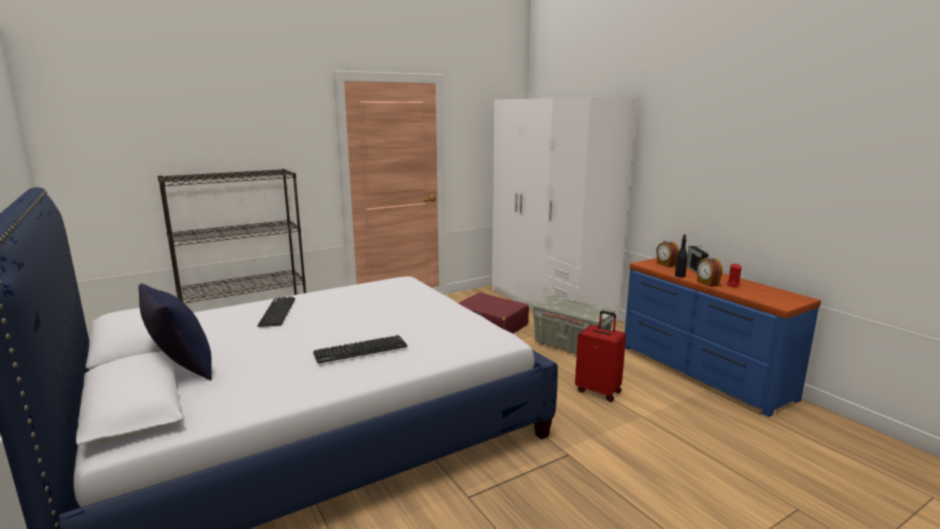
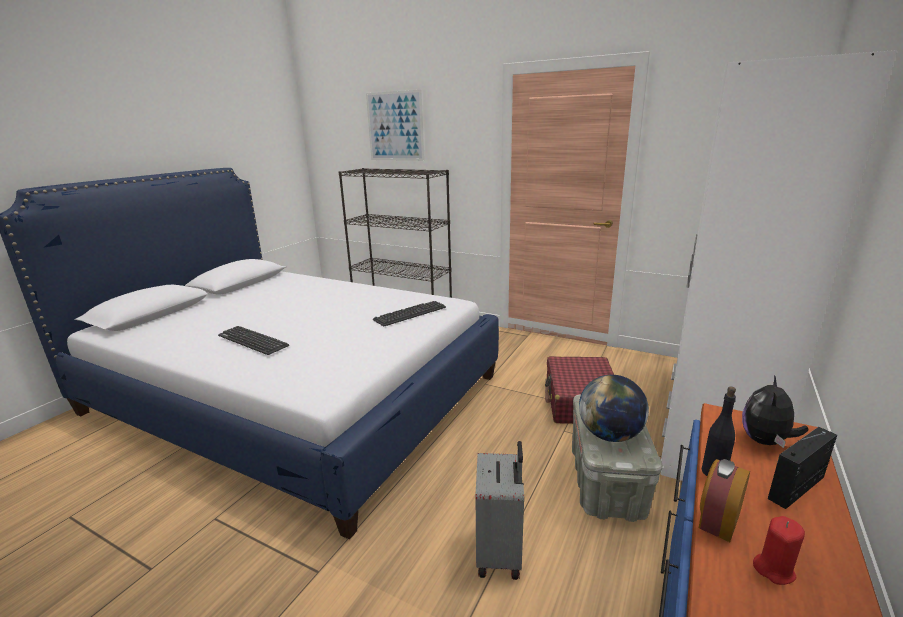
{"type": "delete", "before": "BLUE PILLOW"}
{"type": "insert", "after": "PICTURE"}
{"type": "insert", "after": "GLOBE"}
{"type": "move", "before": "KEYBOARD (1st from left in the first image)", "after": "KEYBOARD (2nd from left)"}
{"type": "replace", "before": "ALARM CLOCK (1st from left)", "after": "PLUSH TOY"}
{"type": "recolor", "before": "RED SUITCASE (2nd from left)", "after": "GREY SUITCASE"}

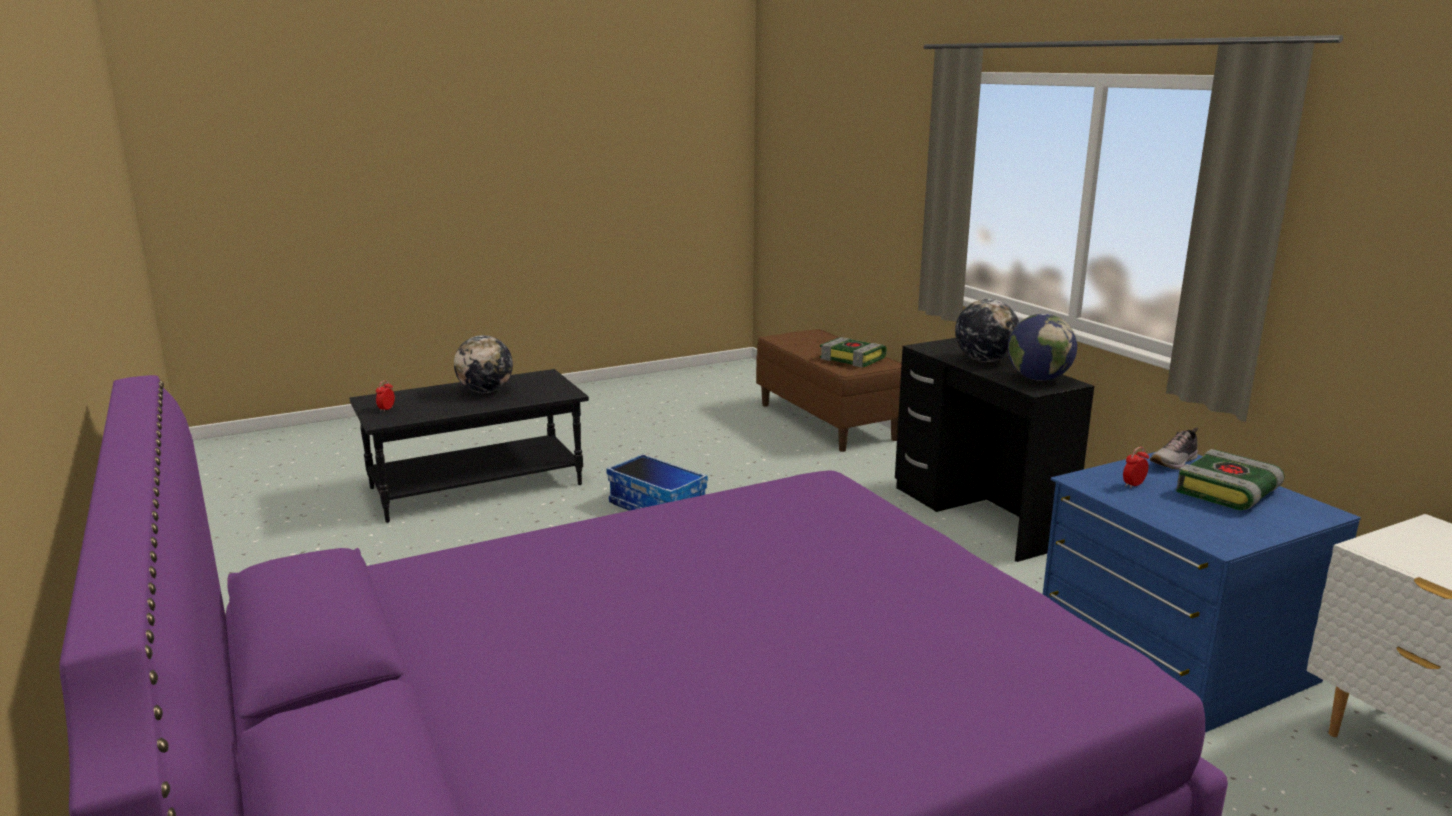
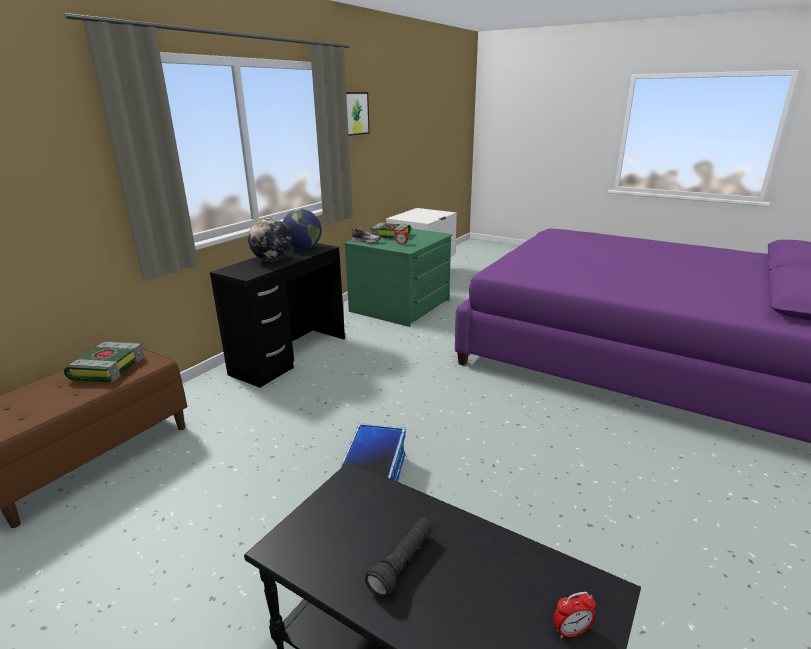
{"type": "insert", "after": "PICTURE"}
{"type": "replace", "before": "GLOBE (1st from left)", "after": "BLACK FLASHLIGHT"}
{"type": "recolor", "before": "BLUE DRESSER", "after": "GREEN DRESSER"}

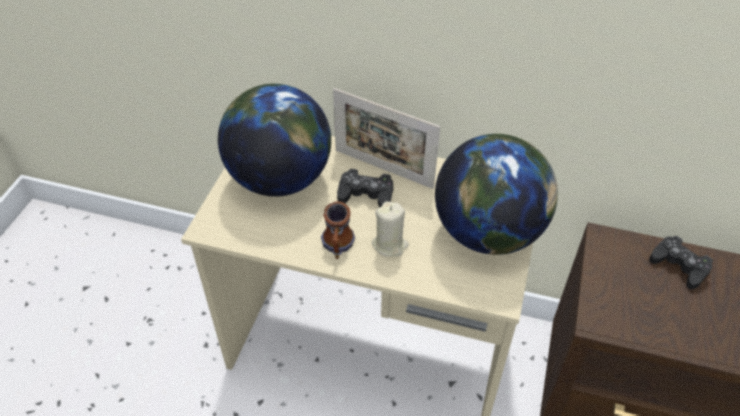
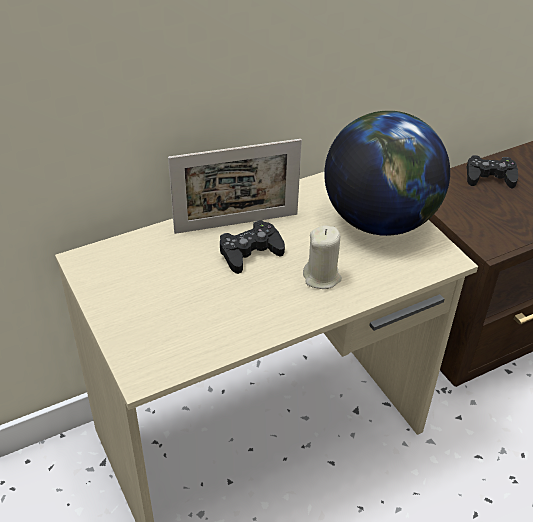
{"type": "delete", "before": "GLOBE (1st from left)"}
{"type": "delete", "before": "MUG"}

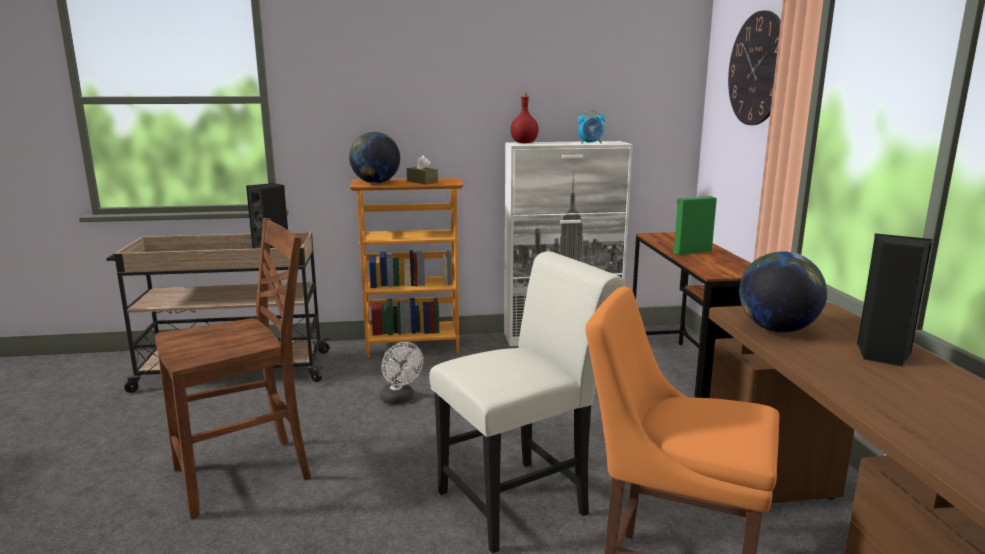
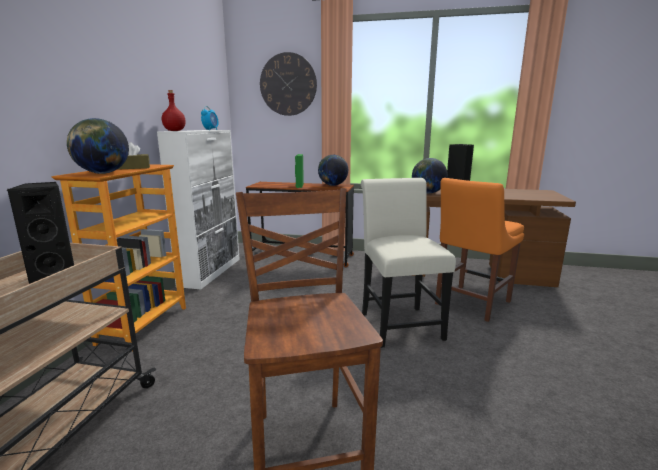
{"type": "delete", "before": "WHITE FAN"}
{"type": "insert", "after": "GLOBE (2nd from left)"}

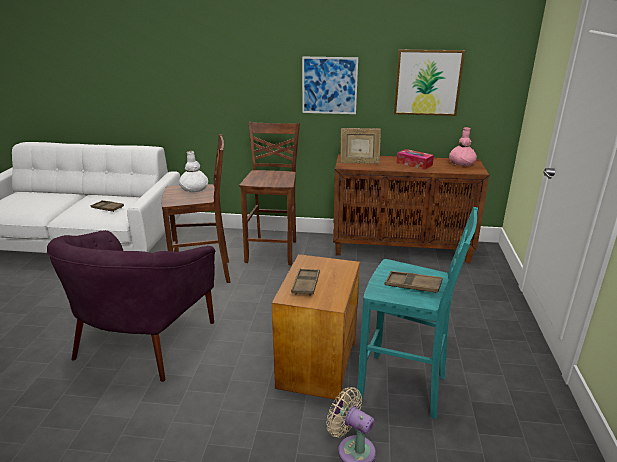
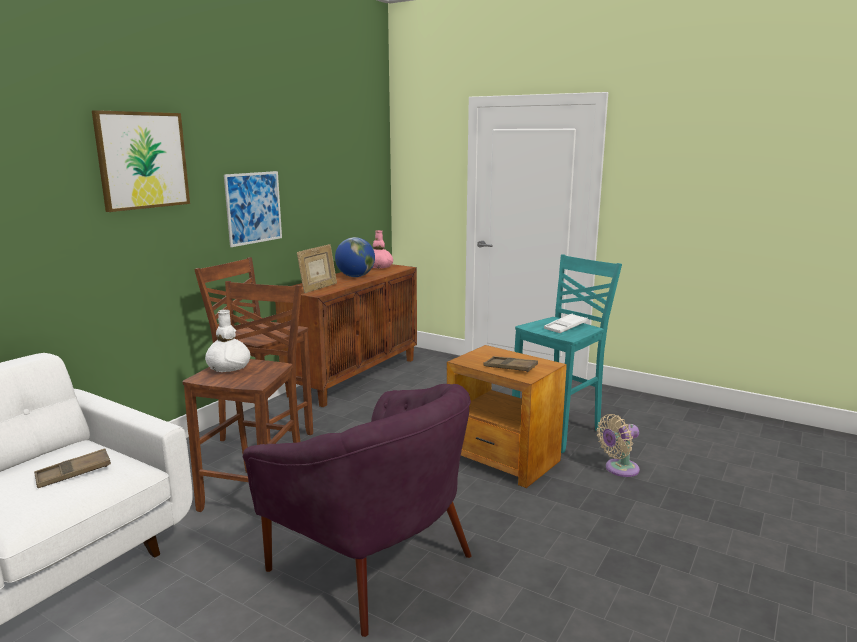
{"type": "move", "before": "PICTURE (2nd from left in the first image)", "after": "PICTURE (1st from left)"}
{"type": "replace", "before": "TISSUE BOX", "after": "GLOBE"}
{"type": "recolor", "before": "BROWN TRAY (3rd from left)", "after": "WHITE TRAY"}

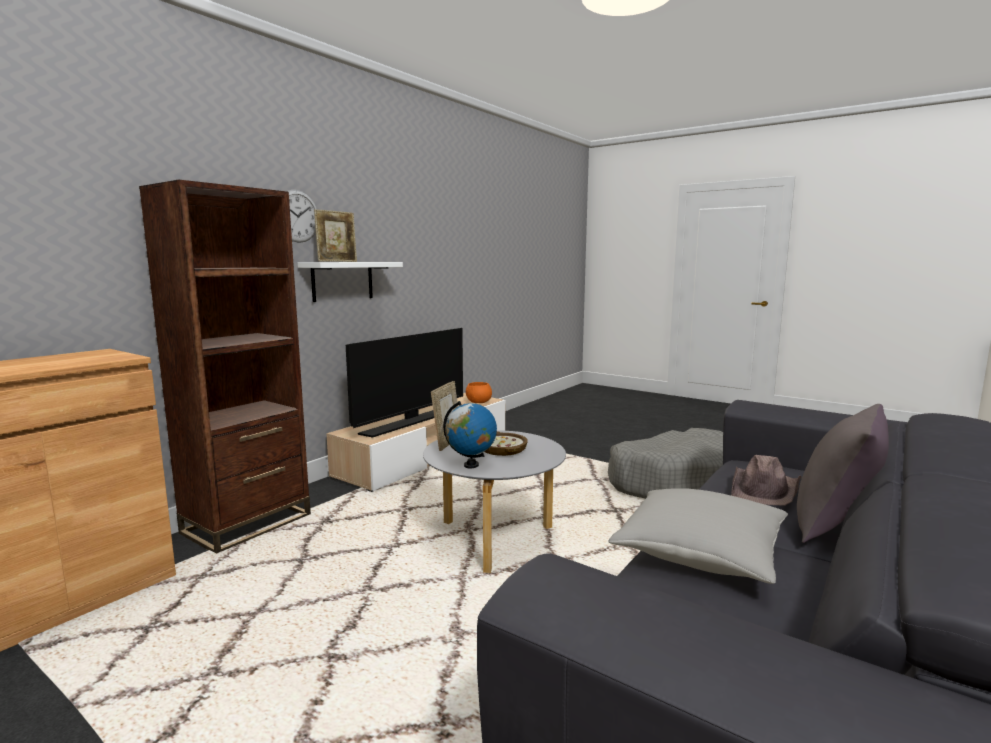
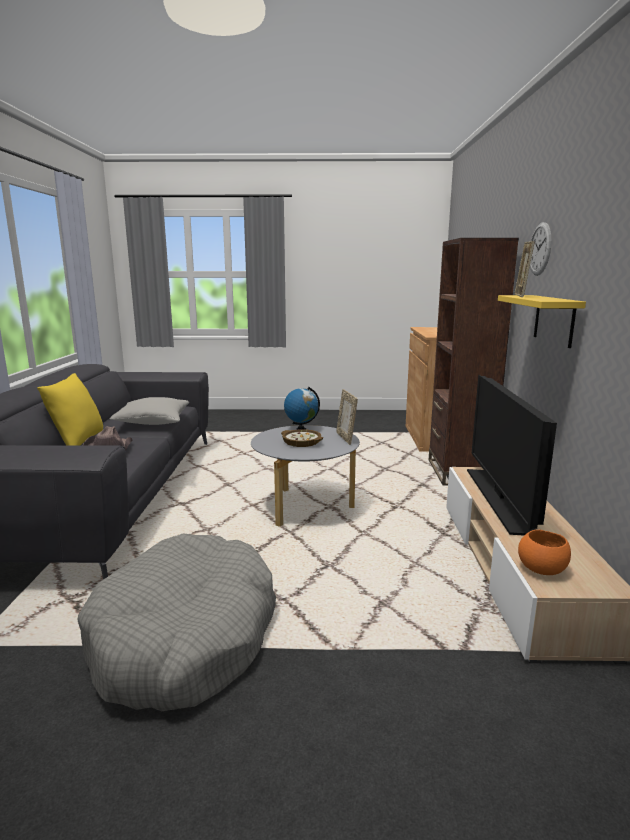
{"type": "recolor", "before": "WHITE SHELF", "after": "YELLOW SHELF"}
{"type": "recolor", "before": "GREY PILLOW (2nd from left)", "after": "YELLOW PILLOW"}

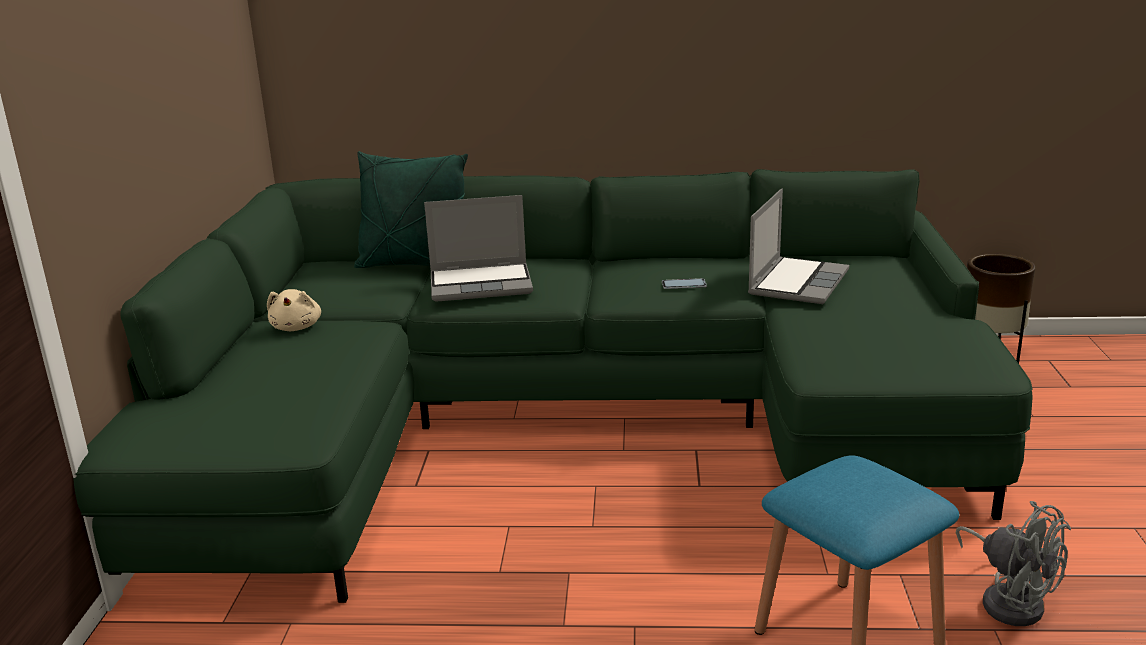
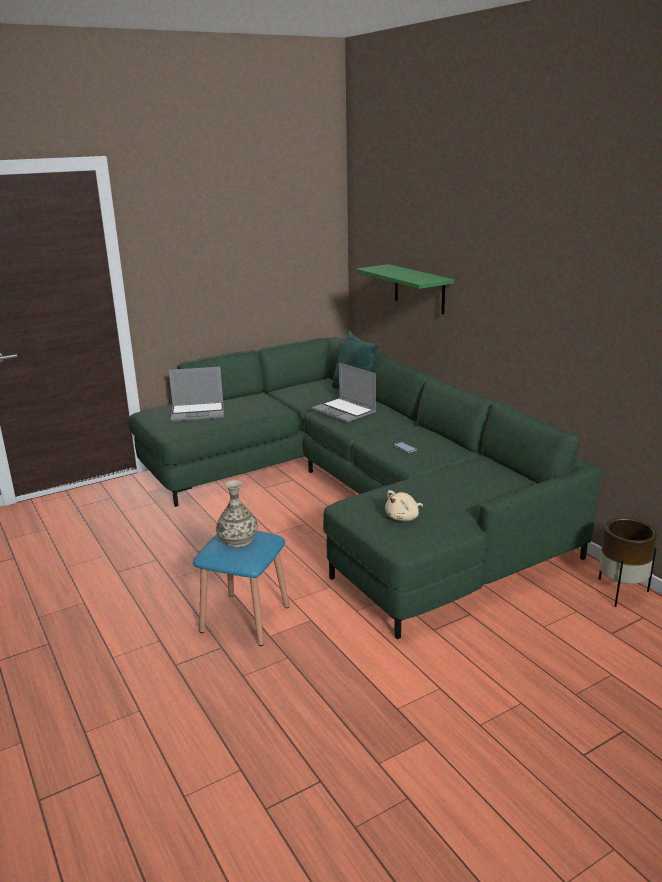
{"type": "delete", "before": "GREY FAN"}
{"type": "insert", "after": "VASE"}
{"type": "insert", "after": "GREEN SHELF"}
{"type": "move", "before": "BEIGE PLUSH TOY"}
{"type": "move", "before": "LAPTOP (2nd from left in the first image)", "after": "LAPTOP (1st from left)"}

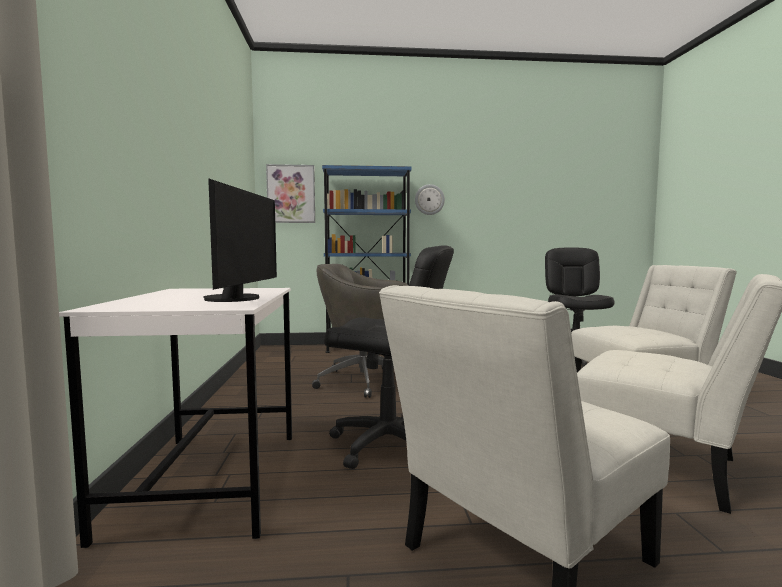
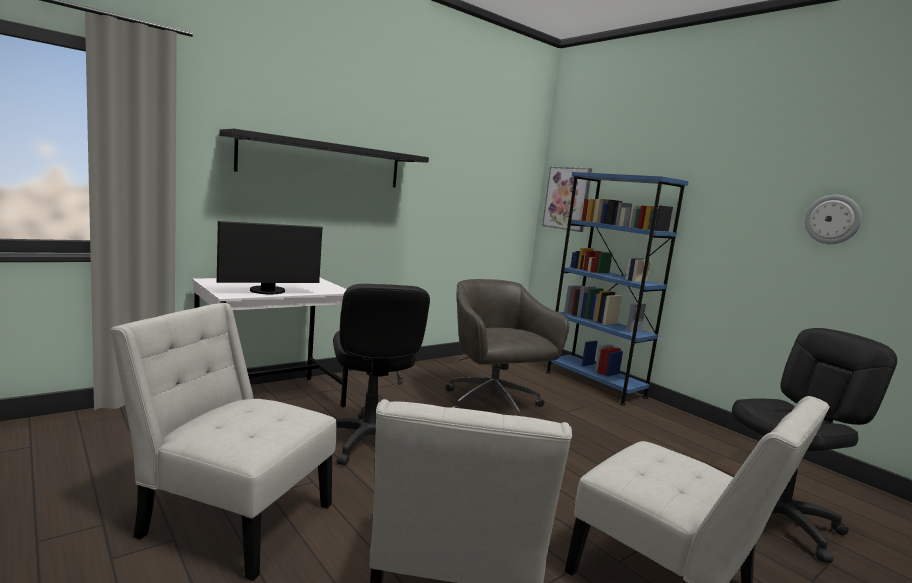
{"type": "insert", "after": "BLACK SHELF"}
{"type": "move", "before": "WALL CLOCK"}

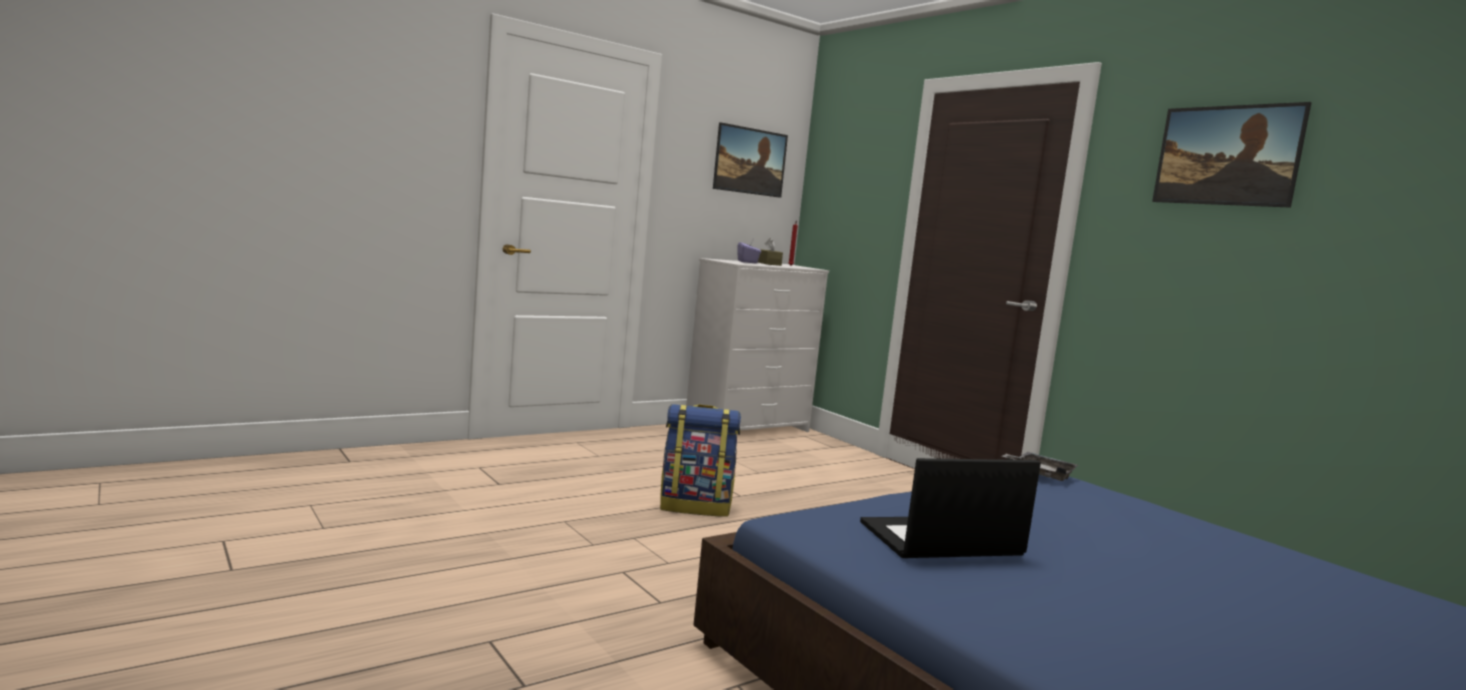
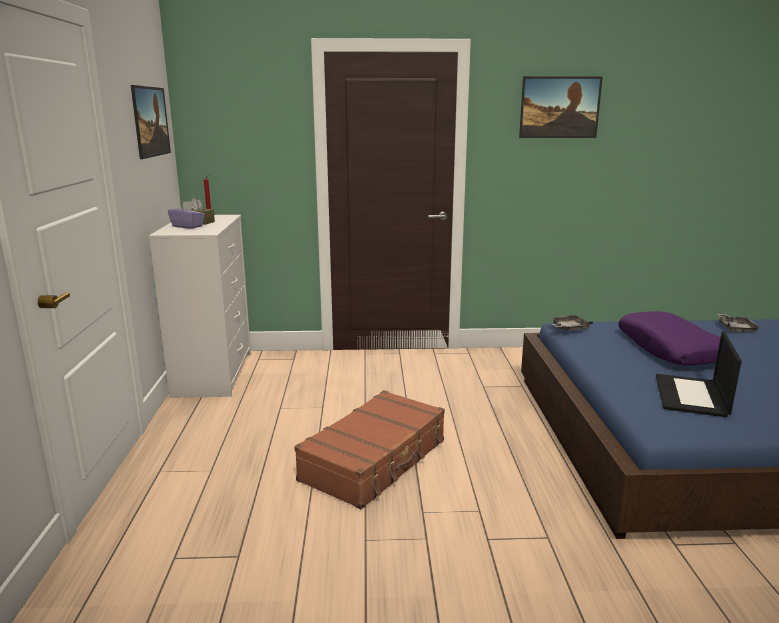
{"type": "insert", "after": "PURPLE PILLOW"}
{"type": "insert", "after": "GREY TRAY (2nd from left)"}
{"type": "replace", "before": "BACKPACK", "after": "BROWN SUITCASE"}

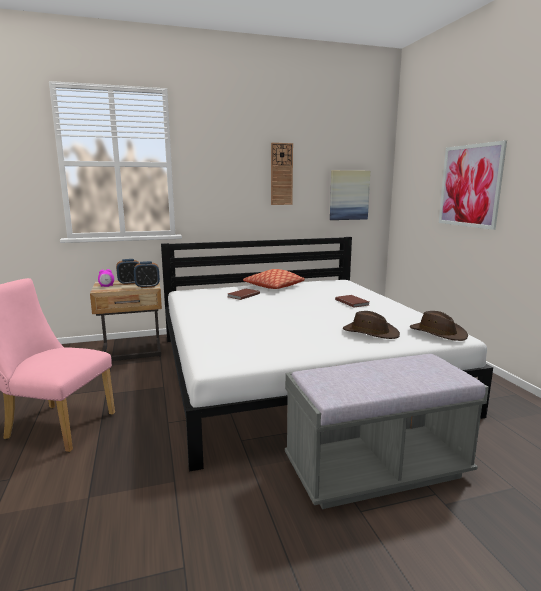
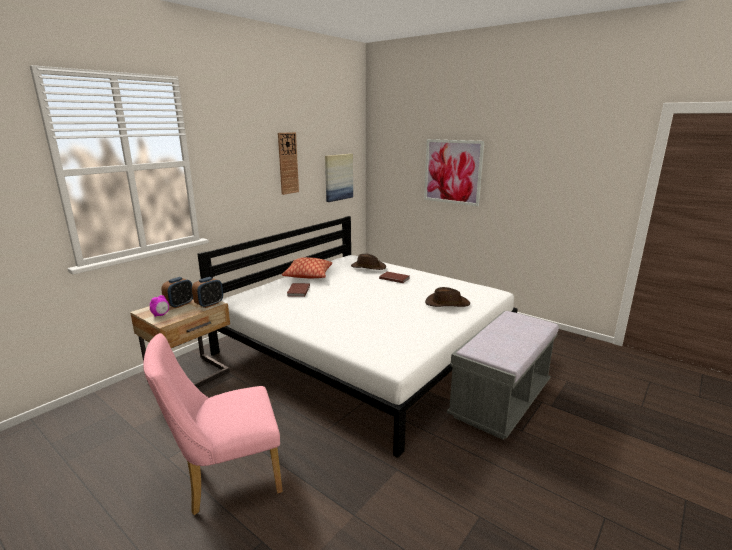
{"type": "move", "before": "BROWN HAT (2nd from left in the first image)", "after": "BROWN HAT (1st from left)"}

